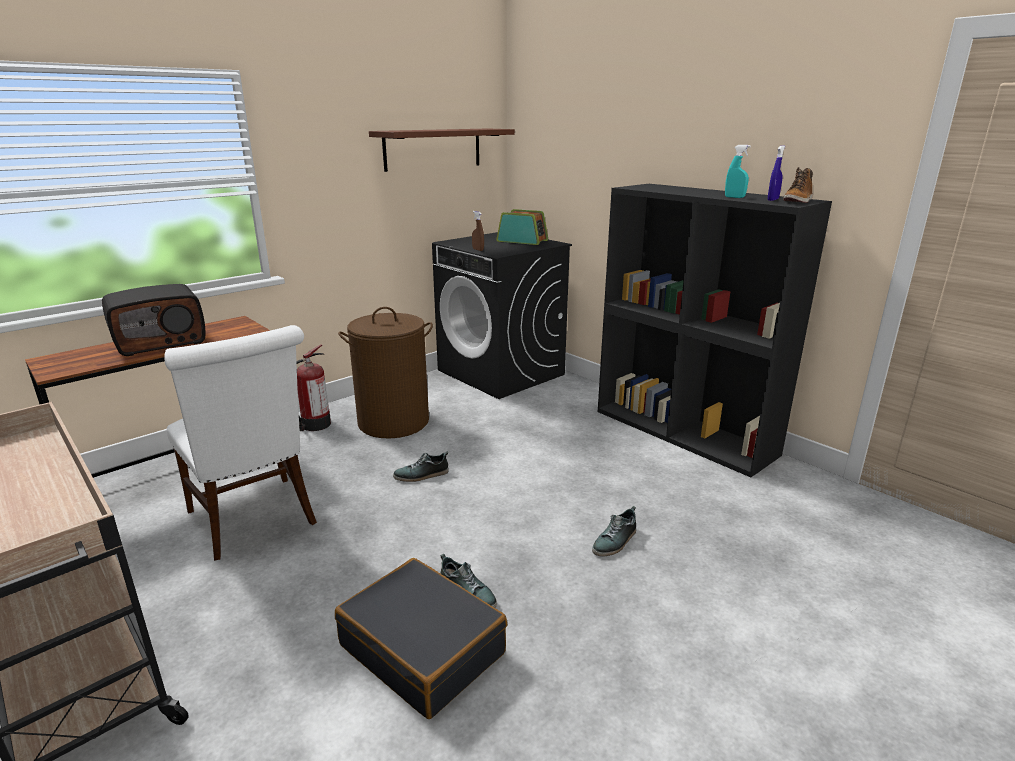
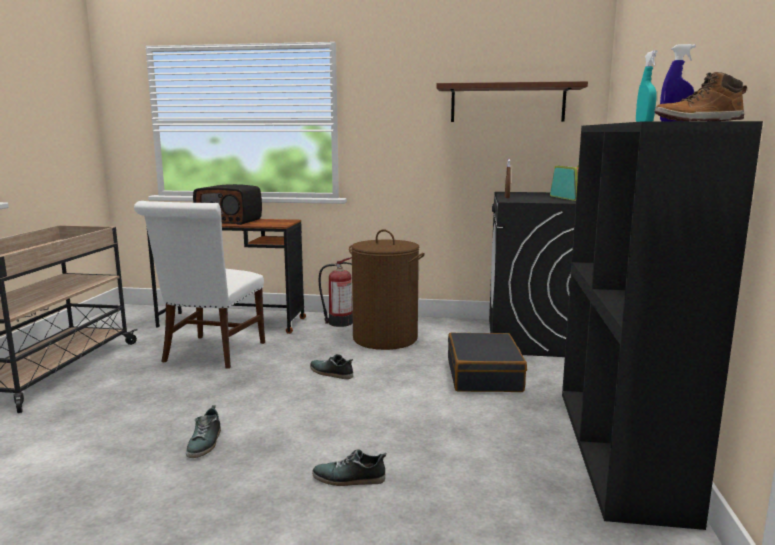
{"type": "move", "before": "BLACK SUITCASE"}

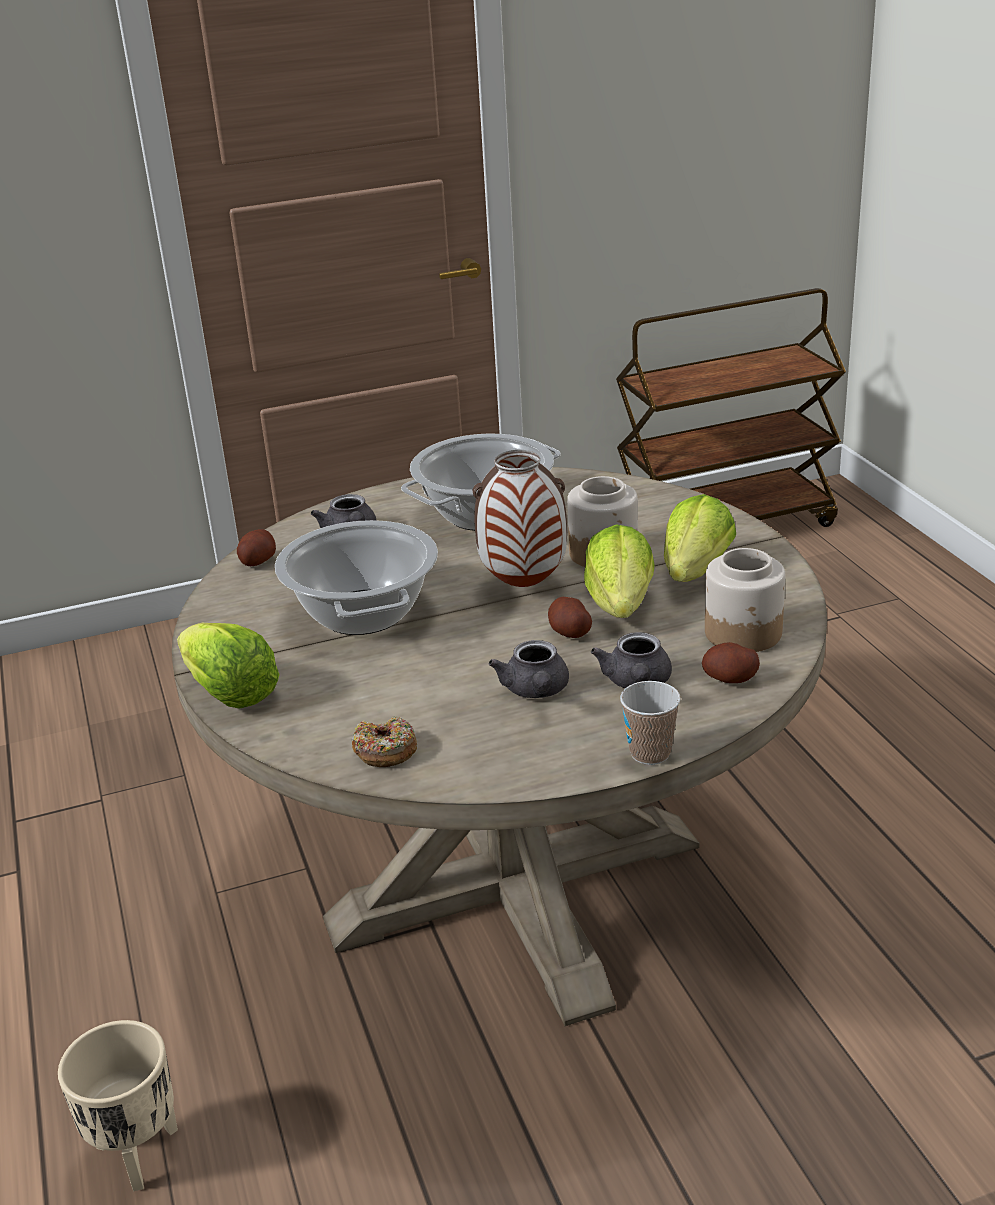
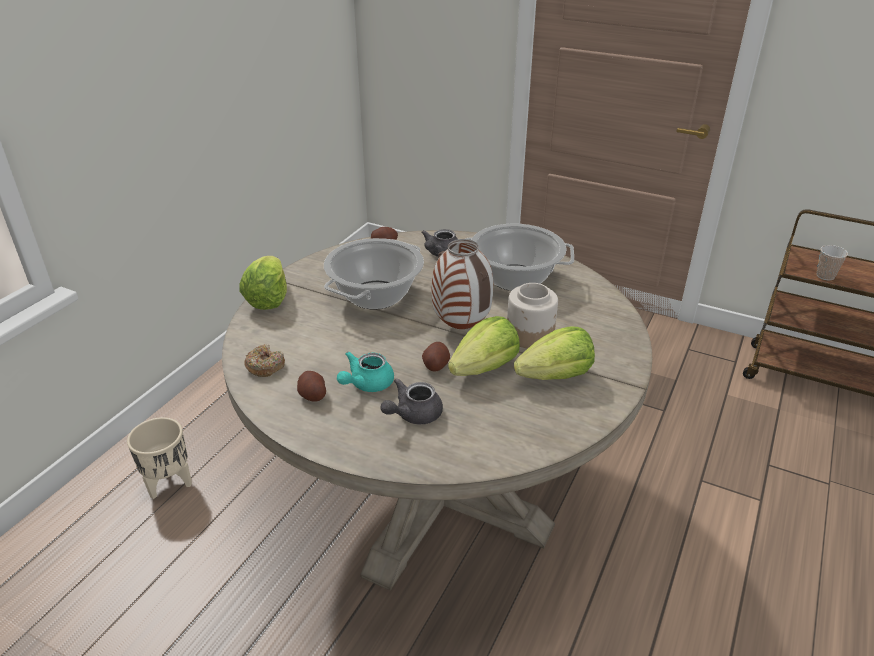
{"type": "delete", "before": "JAR (2nd from left)"}
{"type": "move", "before": "CUP"}
{"type": "move", "before": "POTATO (3rd from left in the first image)", "after": "POTATO (1st from left)"}
{"type": "recolor", "before": "GREY TEAPOT (2nd from left)", "after": "TURQUOISE TEAPOT"}

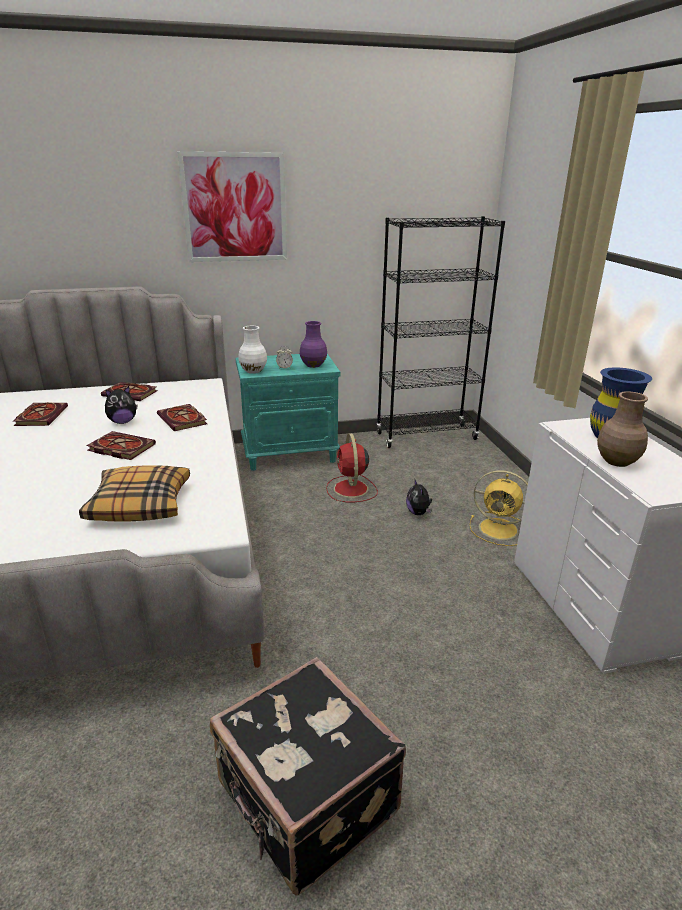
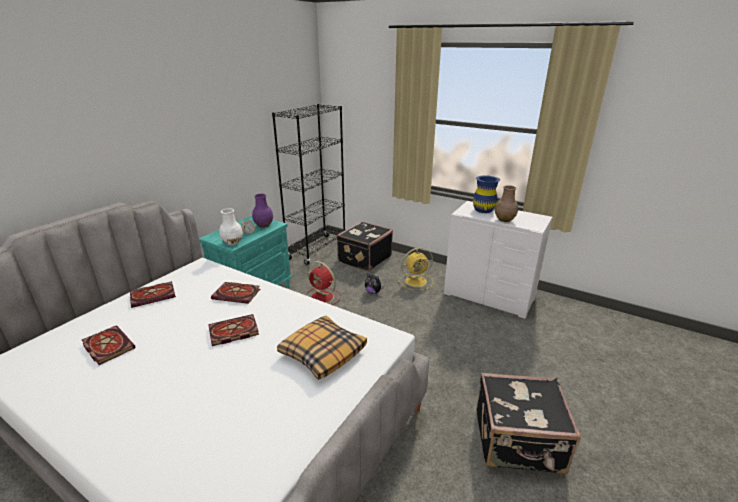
{"type": "delete", "before": "PLUSH TOY (1st from left)"}
{"type": "delete", "before": "PICTURE"}
{"type": "insert", "after": "BLACK SUITCASE (1st from left)"}

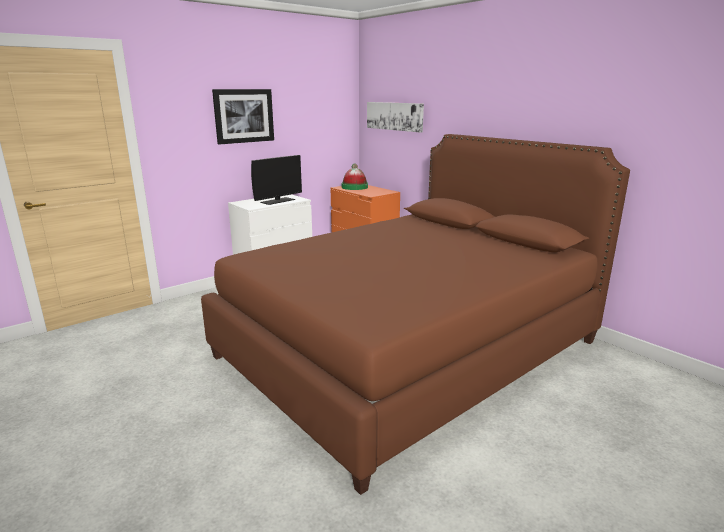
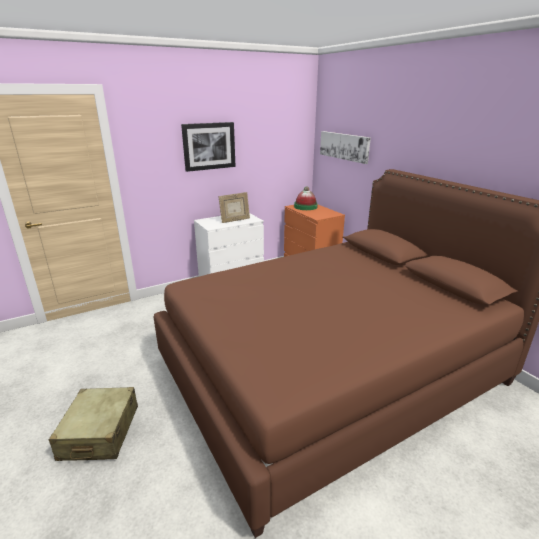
{"type": "insert", "after": "BEIGE SUITCASE"}
{"type": "replace", "before": "MONITOR", "after": "PICTURE FRAME"}

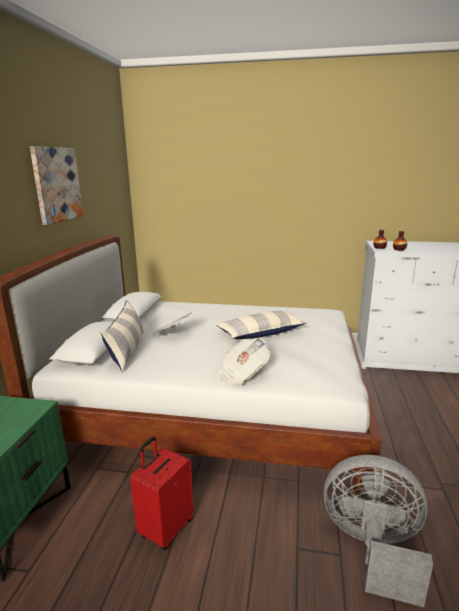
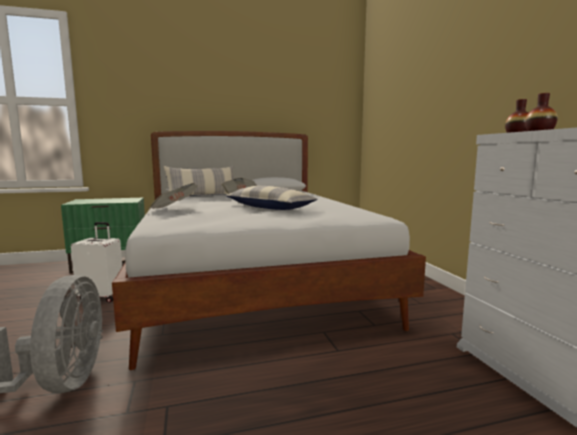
{"type": "delete", "before": "PICTURE"}
{"type": "recolor", "before": "RED SUITCASE", "after": "WHITE SUITCASE"}

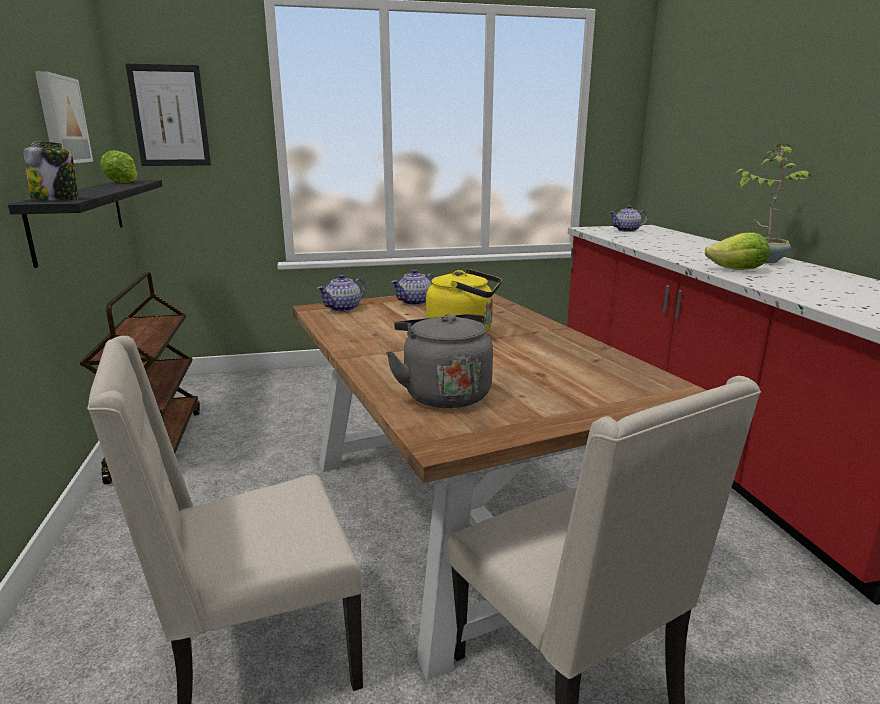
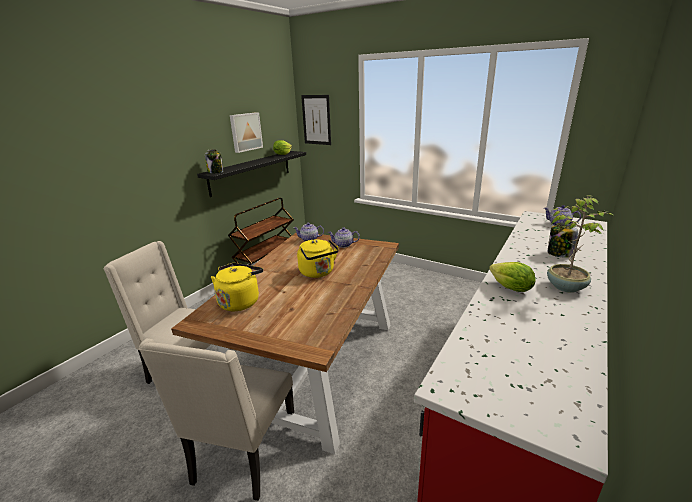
{"type": "insert", "after": "JAR (2nd from left)"}
{"type": "recolor", "before": "GREY KETTLE", "after": "YELLOW KETTLE (1st from left)"}

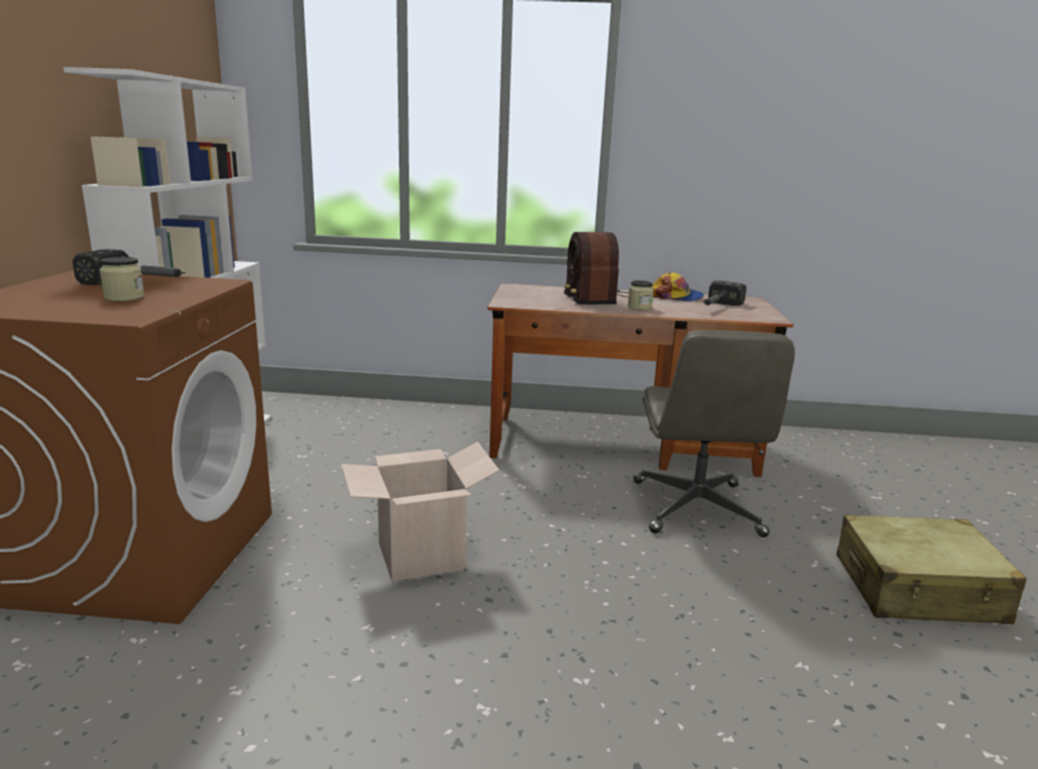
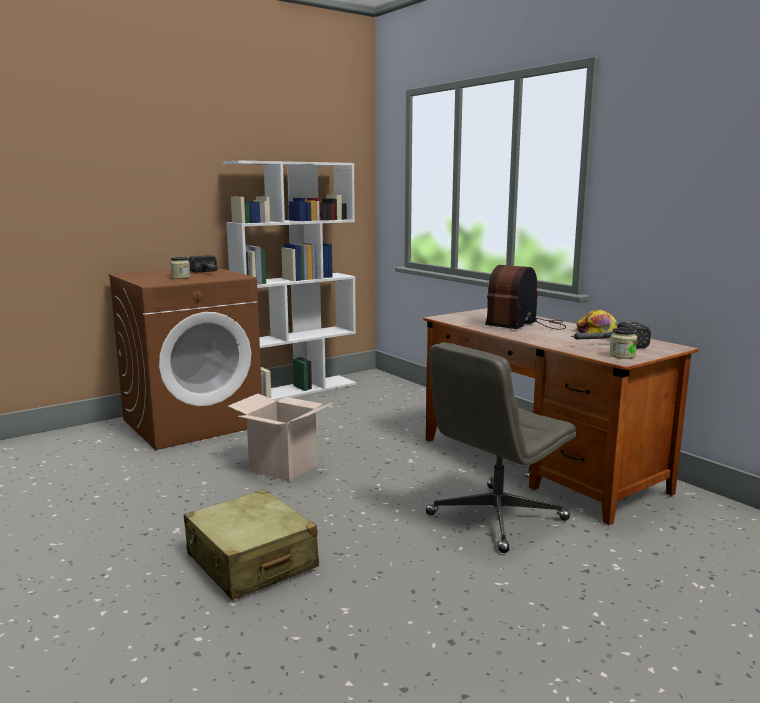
{"type": "move", "before": "JAR (2nd from left)"}
{"type": "move", "before": "BEIGE SUITCASE"}

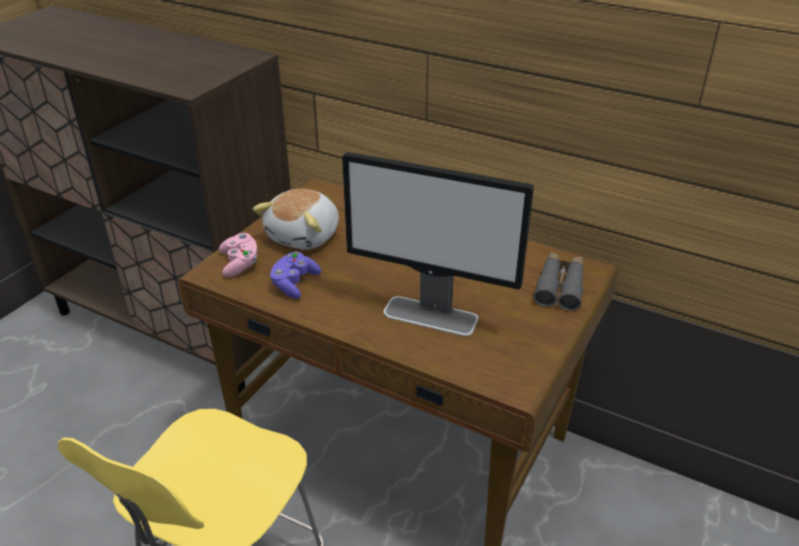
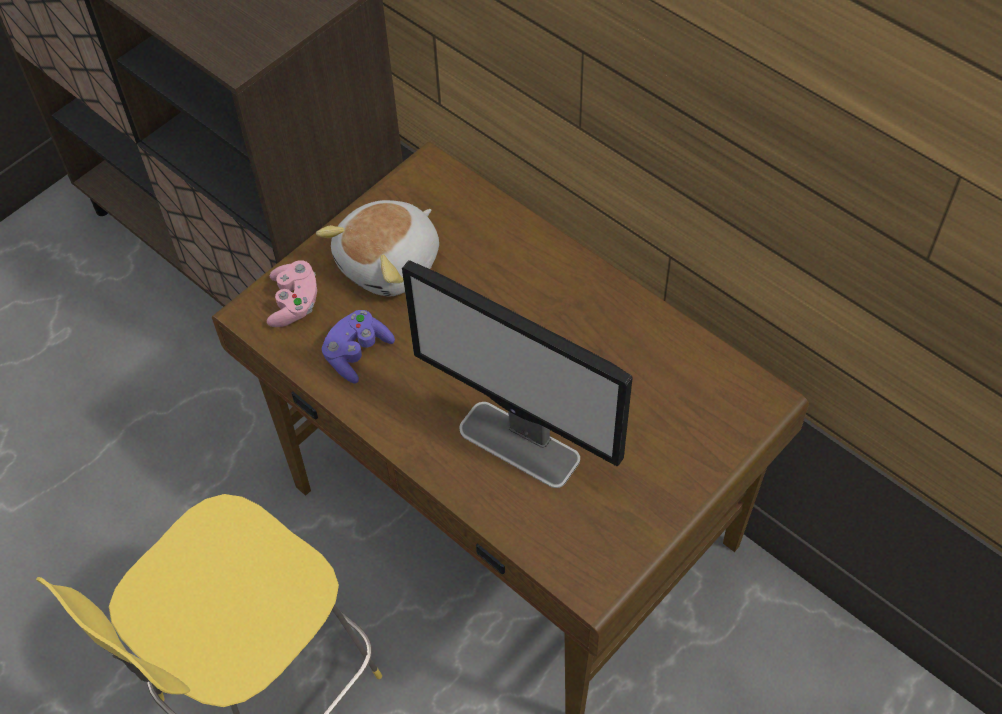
{"type": "delete", "before": "GREY BINOCULARS"}

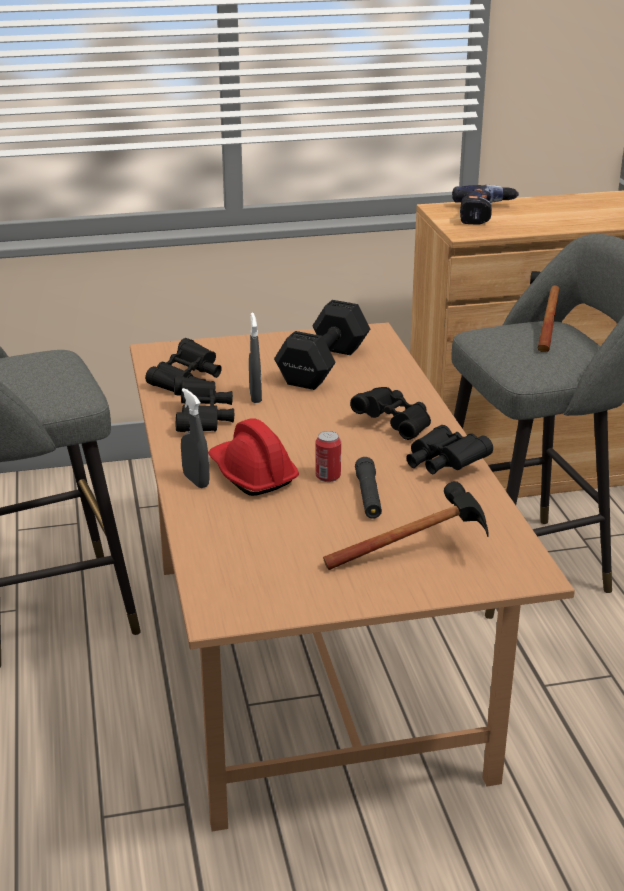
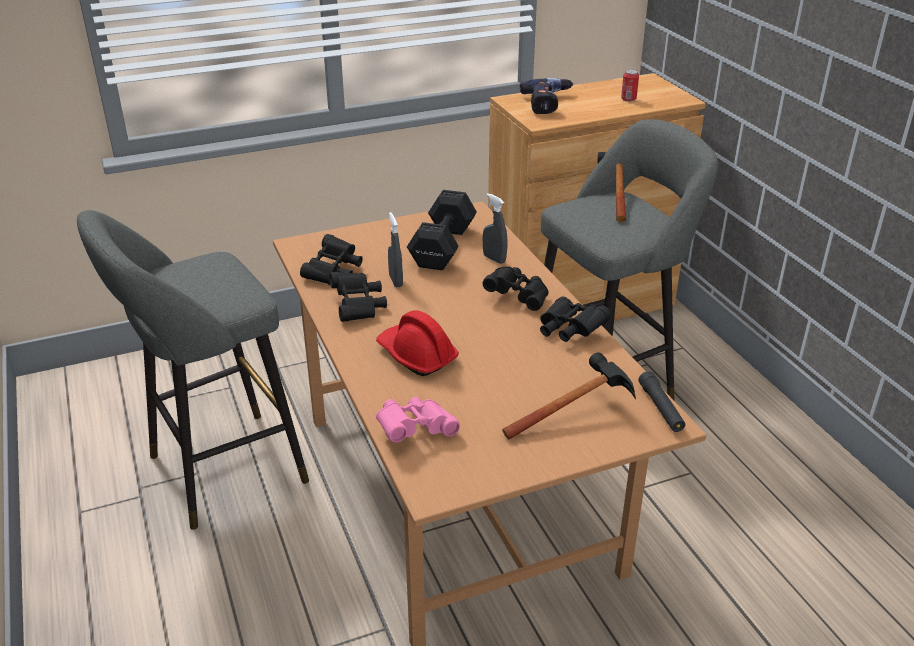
{"type": "insert", "after": "PINK BINOCULARS"}
{"type": "move", "before": "GREY SPRAY BOTTLE (1st from left in the first image)", "after": "GREY SPRAY BOTTLE (2nd from left)"}
{"type": "move", "before": "CAN"}
{"type": "move", "before": "BLACK FLASHLIGHT"}

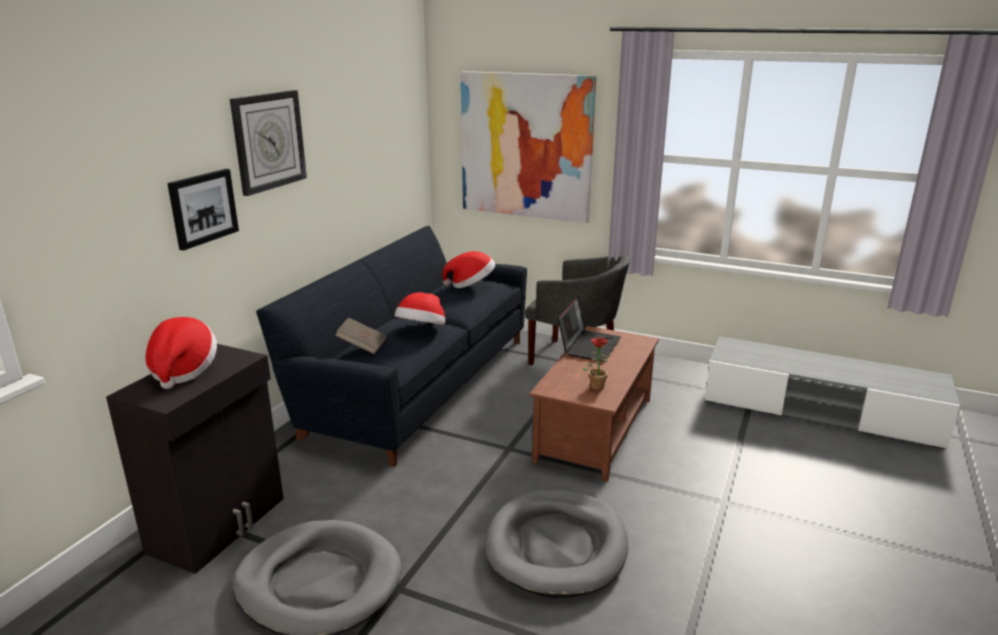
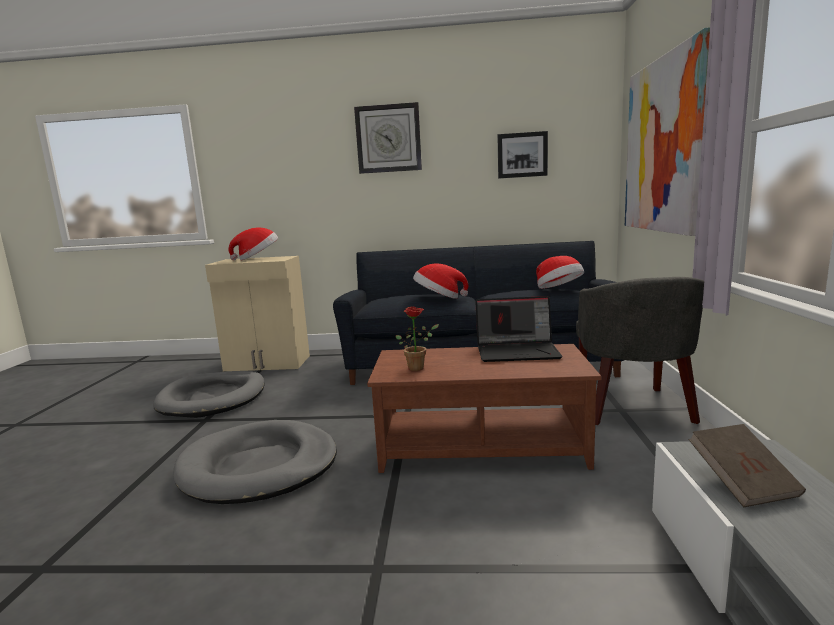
{"type": "move", "before": "PICTURE (1st from left)"}
{"type": "move", "before": "BROWN BOOK"}
{"type": "recolor", "before": "BLACK CABINET", "after": "BEIGE CABINET"}

